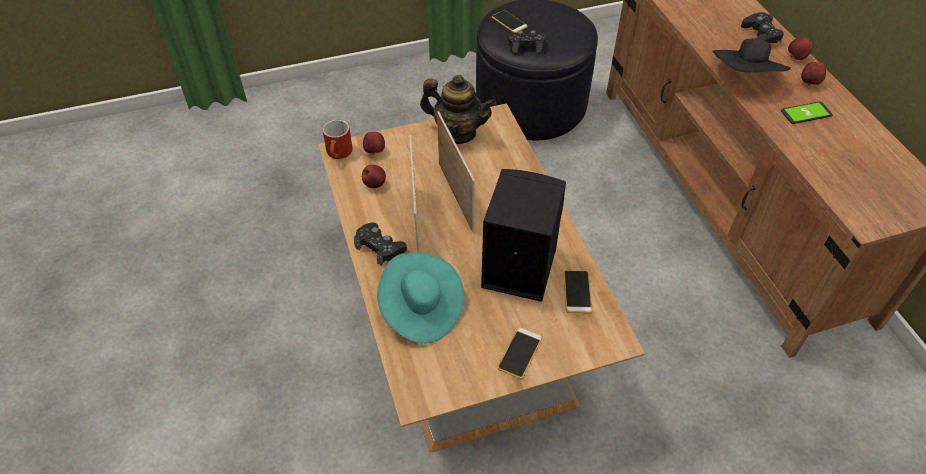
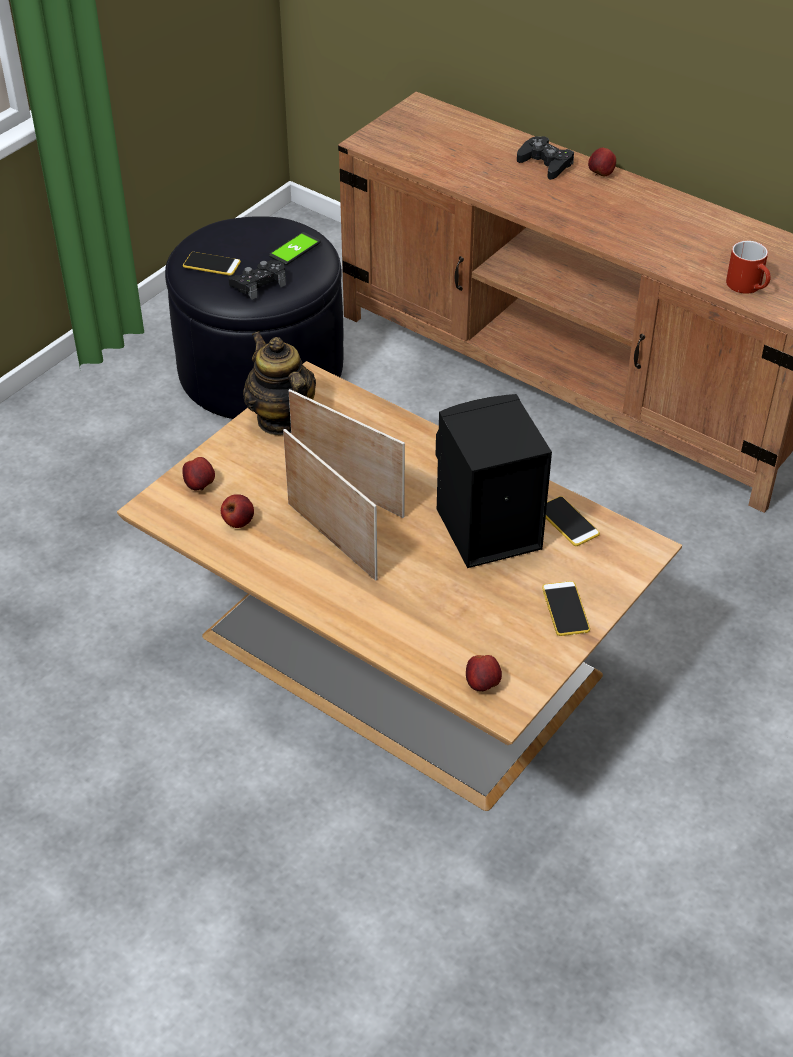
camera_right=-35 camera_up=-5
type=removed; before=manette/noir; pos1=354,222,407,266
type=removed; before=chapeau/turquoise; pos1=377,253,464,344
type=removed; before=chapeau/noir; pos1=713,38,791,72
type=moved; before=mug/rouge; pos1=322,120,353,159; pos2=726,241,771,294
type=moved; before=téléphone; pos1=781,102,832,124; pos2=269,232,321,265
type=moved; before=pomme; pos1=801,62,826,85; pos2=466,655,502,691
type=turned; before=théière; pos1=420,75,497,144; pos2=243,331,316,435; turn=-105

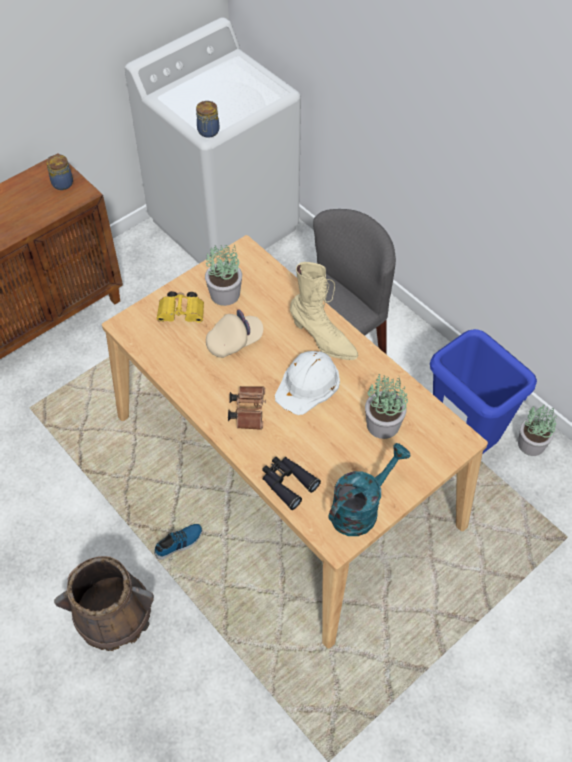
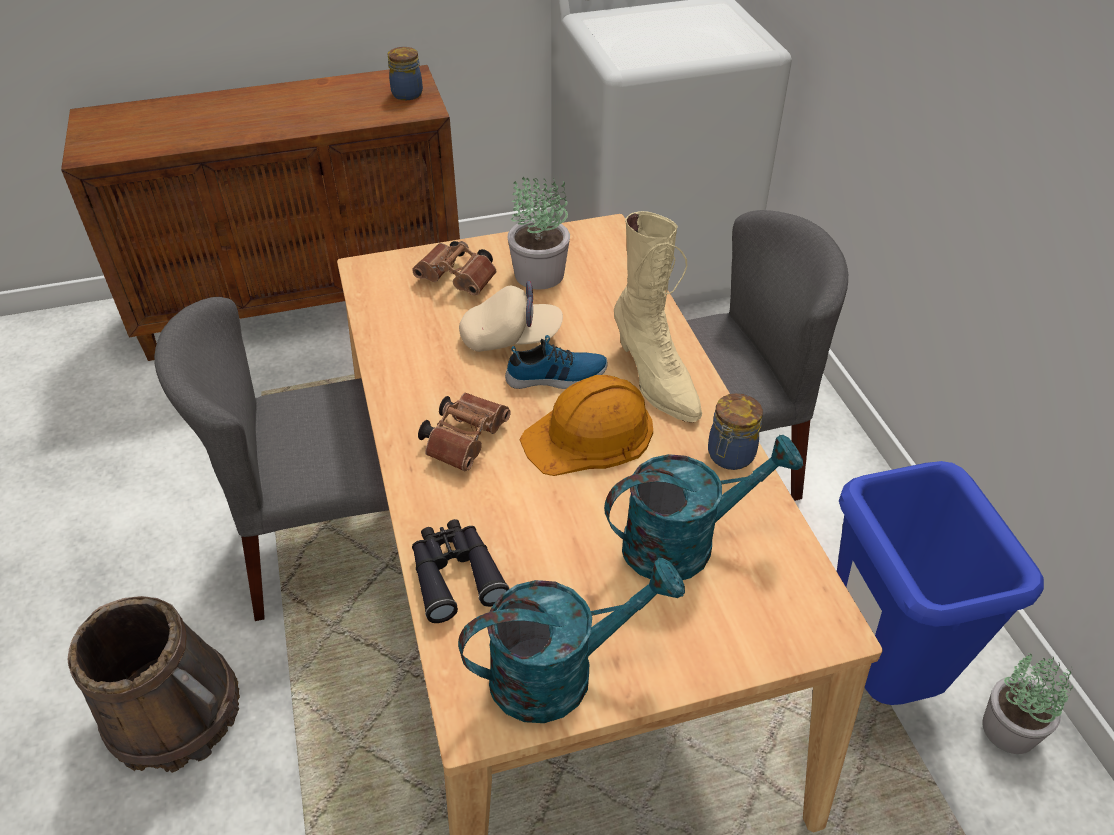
camera_right=25 camera_up=-10
type=added; after=chaise/gris; pos2=154,297,389,621
type=moved; before=chaussure; pos1=154,524,202,559; pos2=505,335,608,389
type=moved; before=bocal; pos1=196,101,219,138; pos2=708,393,763,470
type=replaced; before=plante en pot; after=arrosoir/turquoise; pos1=365,374,408,439; pos2=604,434,803,580
type=recoloured; before=jumelles/jaune; after=jumelles/marron; pos1=156,291,204,323; pos2=413,241,496,296
type=recoloured; before=casque de chantier/blanc; after=casque de chantier/orange; pos1=275,351,340,415; pos2=520,375,653,476

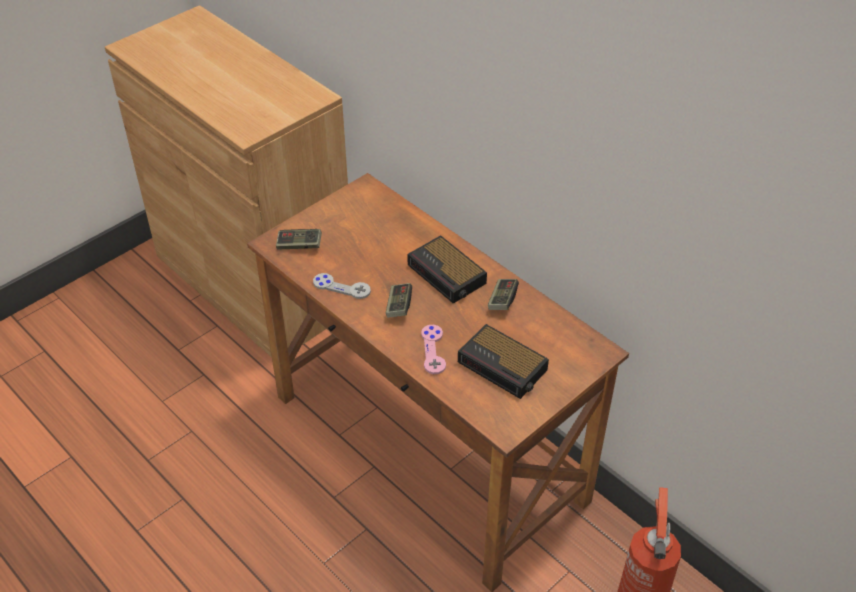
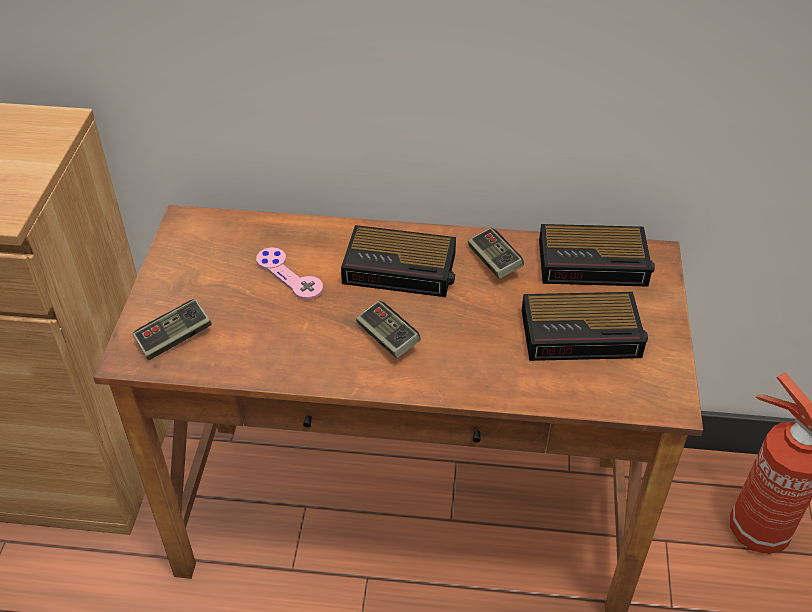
camera_right=-40 camera_up=0
type=removed; before=manette/gris; pos1=313,273,371,299
type=added; after=réveil; pos2=539,224,655,287
type=moved; before=manette/rose; pos1=421,325,446,374; pos2=256,247,323,300

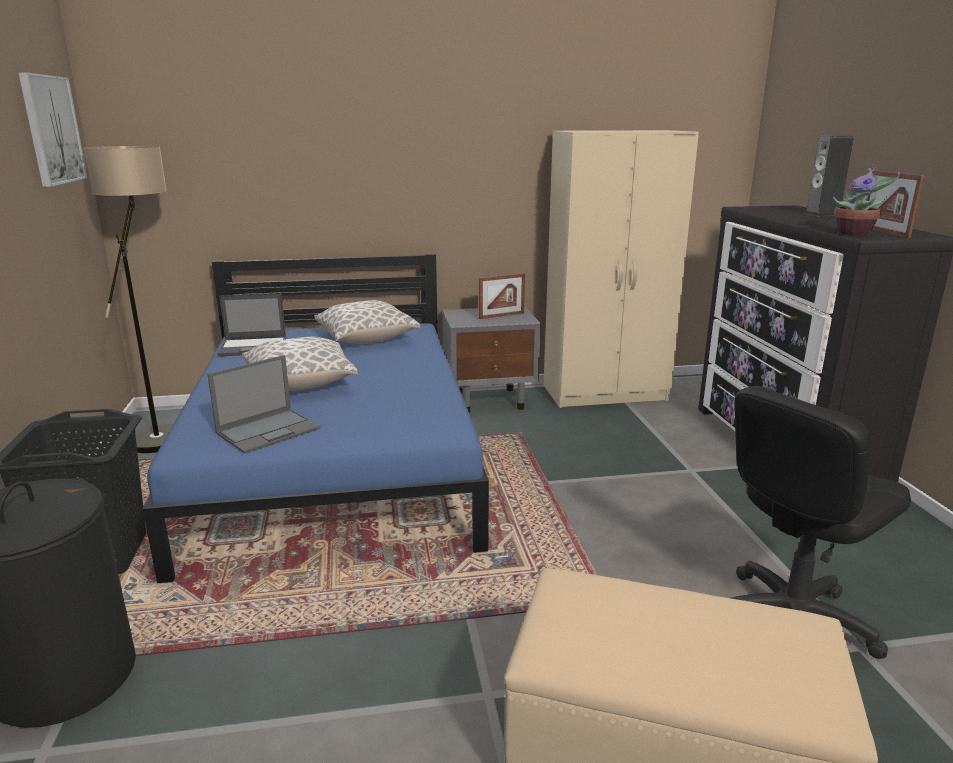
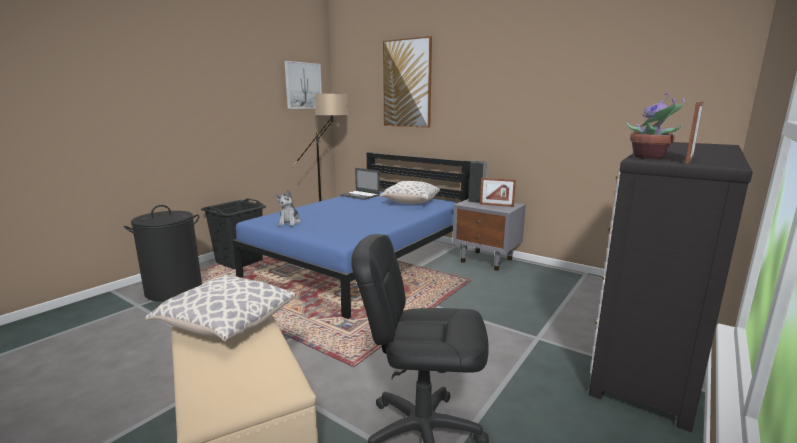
camera_right=45 camera_up=-5
type=removed; before=armoire/beige; pos1=544,130,699,408
type=added; after=tableau; pos2=383,36,432,128
type=moved; before=coussin; pos1=242,336,358,391; pos2=145,275,295,341
type=moved; before=enceinte; pos1=804,136,854,216; pos2=467,161,487,203
type=replaced; before=ordinateur portable; after=peluche; pos1=208,355,321,454; pos2=275,190,301,226

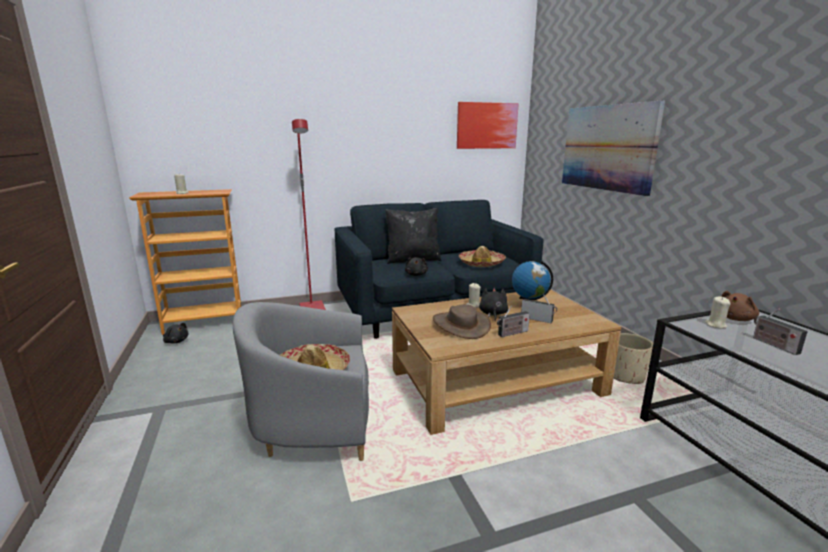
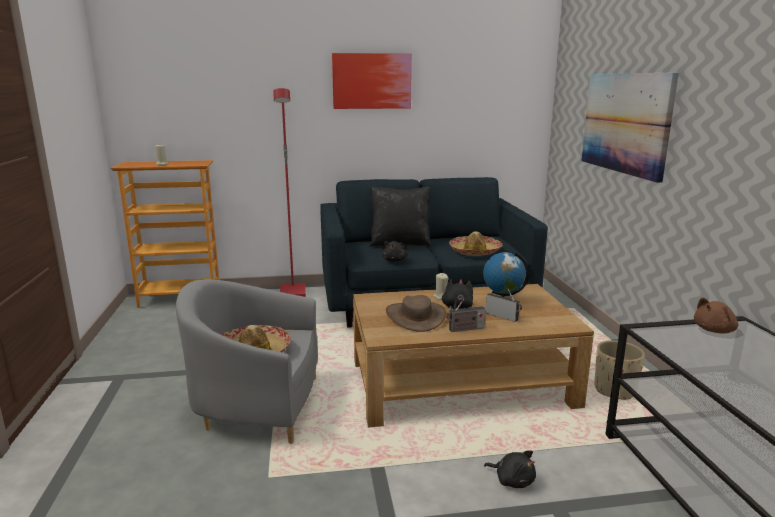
camera_right=10 camera_up=0
type=removed; before=bougie/beige; pos1=705,296,731,328
type=removed; before=radio; pos1=753,309,808,355
type=moved; before=peluche/noir; pos1=163,323,189,343; pos2=484,450,536,488
type=moved; before=tableau; pos1=457,102,519,149; pos2=332,53,412,109

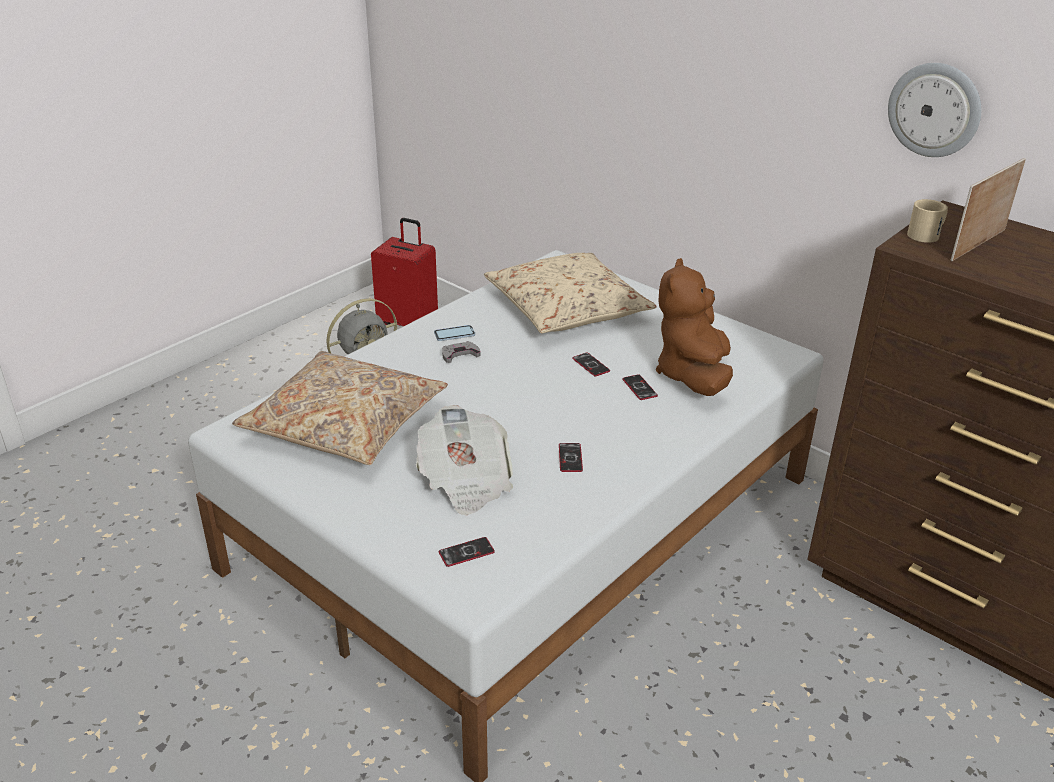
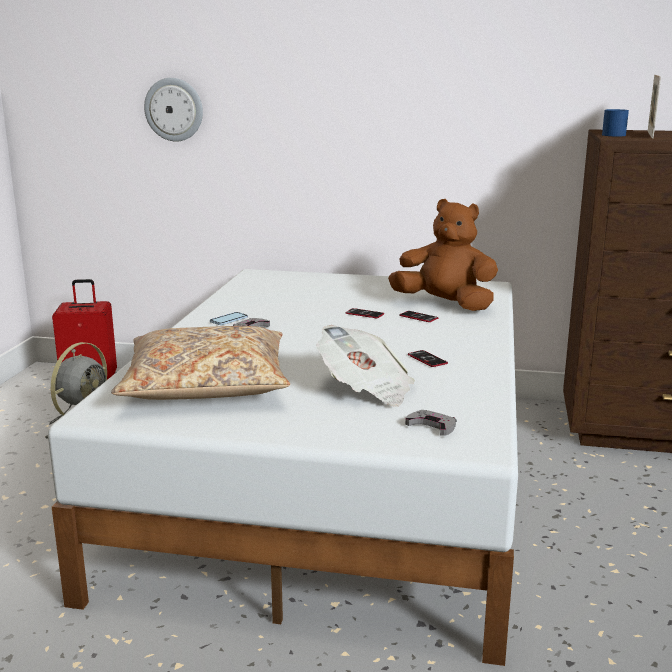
camera_right=-30 camera_up=-15
type=removed; before=coussin/beige; pos1=484,253,657,333
type=moved; before=horloge murale; pos1=888,63,981,157; pos2=144,78,203,142
type=replaced; before=téléphone; after=manette/gris; pos1=439,537,495,567; pos2=405,410,457,436
type=recoloured; before=mug/beige; after=mug/bleu; pos1=907,199,948,243; pos2=602,109,629,136
type=turned; before=peluche/marron; pos1=656,258,733,396; pos2=388,199,498,311; turn=135

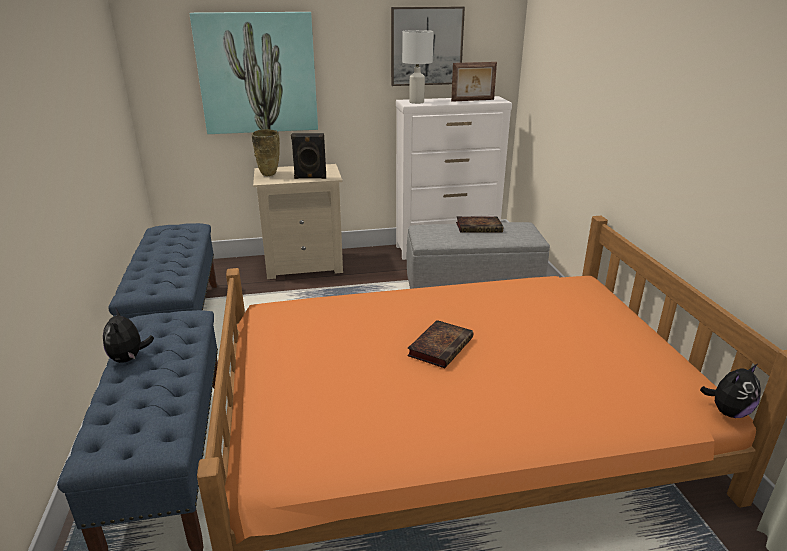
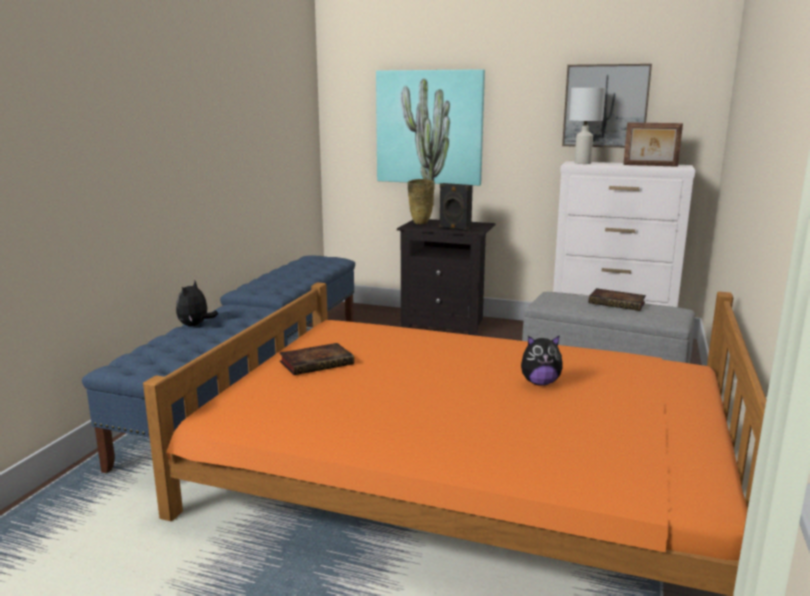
camera_right=30 camera_up=-10
type=moved; before=livre; pos1=407,320,473,368; pos2=279,343,354,375
type=moved; before=peluche; pos1=700,364,761,418; pos2=521,335,563,386
type=recoloured; before=table de chevet/beige; after=table de chevet/noir; pos1=253,164,343,279; pos2=397,219,495,336

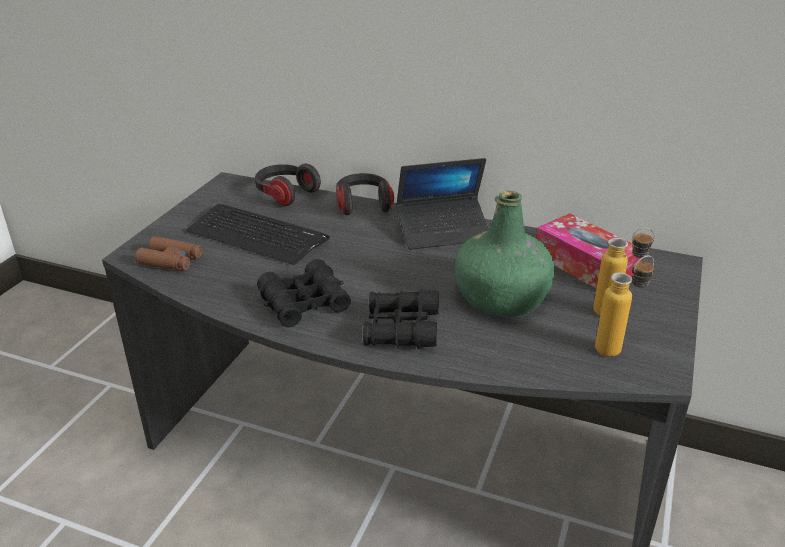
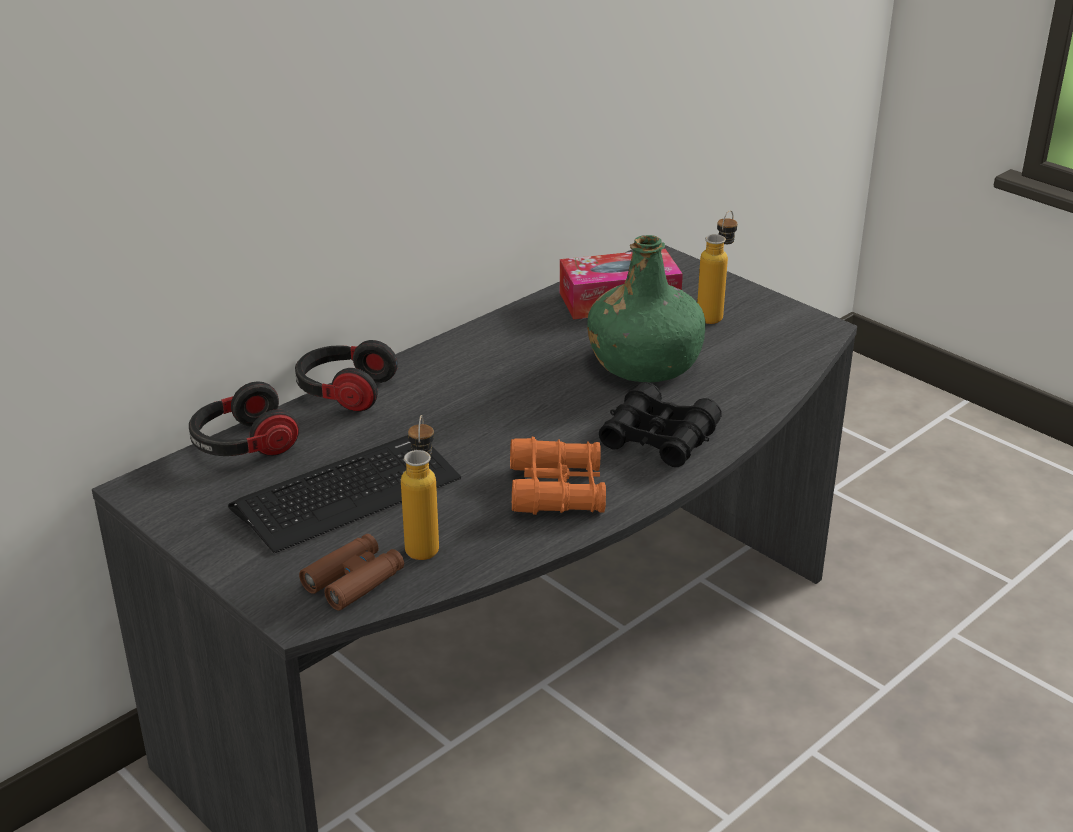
camera_right=-65 camera_up=0
type=removed; before=ordinateur portable; pos1=396,158,489,250
type=moved; before=bouteille; pos1=595,255,654,357; pos2=401,415,439,560
type=recoloured; before=jumelles/noir; after=jumelles/orange; pos1=257,259,351,327; pos2=510,437,606,515

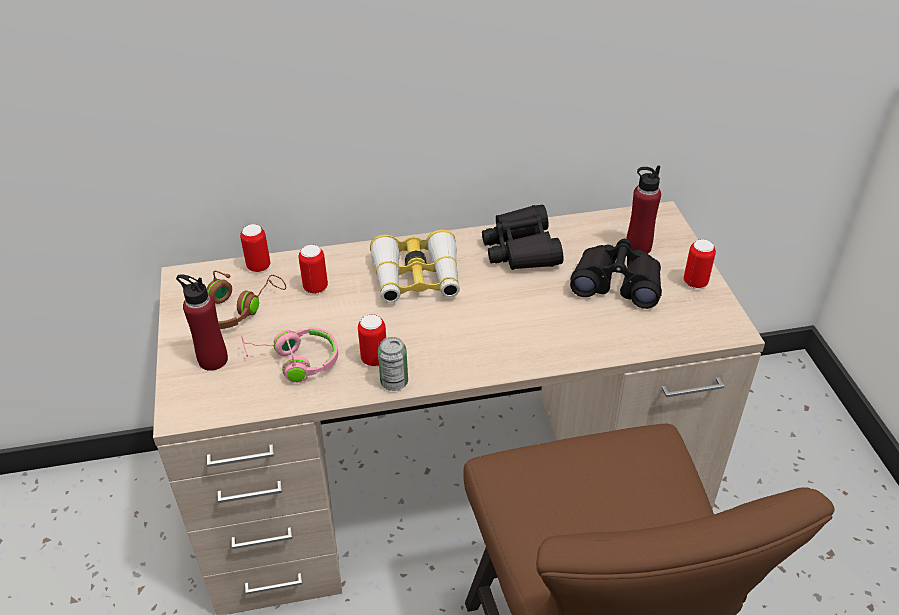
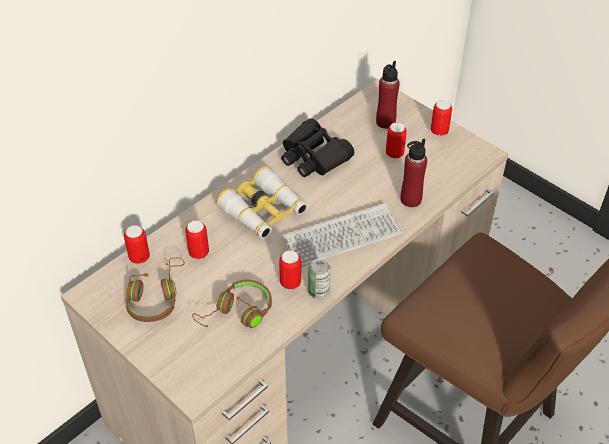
camera_right=-35 camera_up=5
type=added; after=clavier; pos2=281,203,403,267
type=moved; before=bouteille/rouge; pos1=176,274,228,371; pos2=400,139,427,207
type=replaced; before=jumelles/noir; after=boîte métallique; pos1=570,239,662,309; pos2=386,122,407,159
type=recoloured; before=casque audio/rose; after=casque audio/marron; pos1=242,327,338,383; pos2=192,280,272,328

